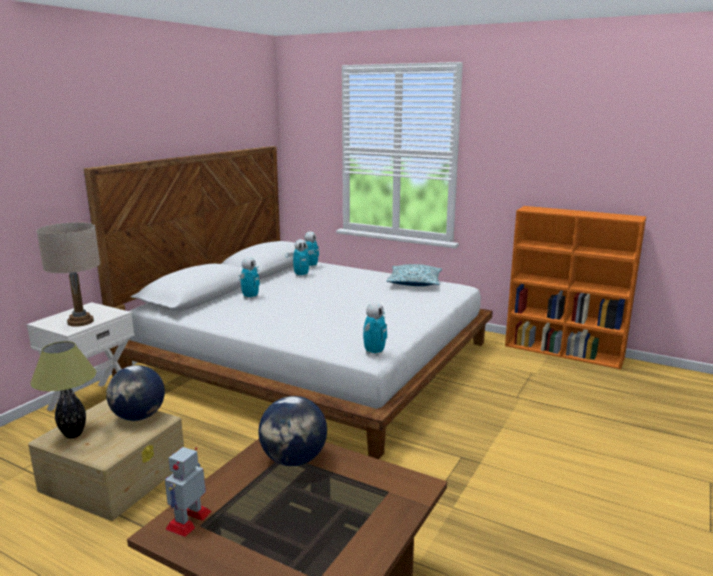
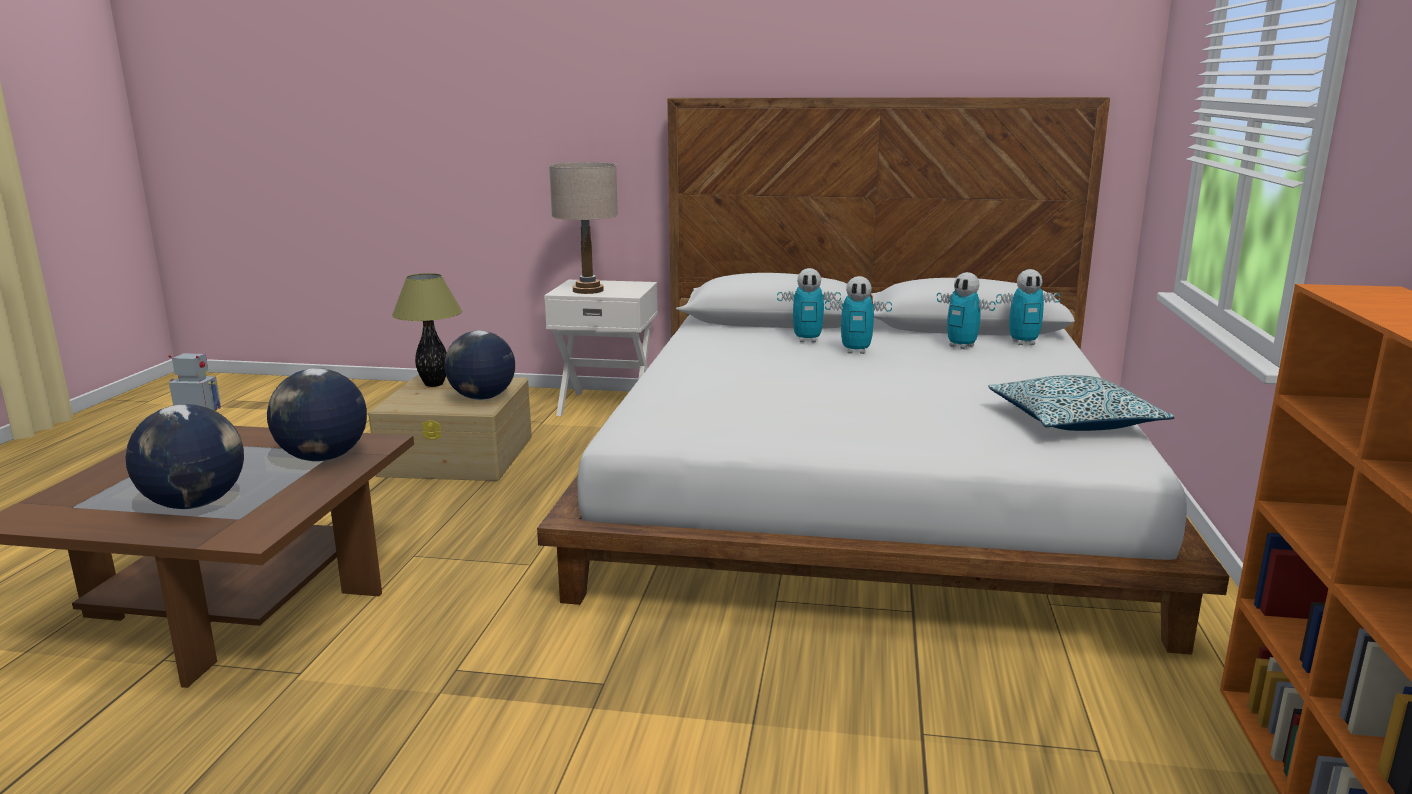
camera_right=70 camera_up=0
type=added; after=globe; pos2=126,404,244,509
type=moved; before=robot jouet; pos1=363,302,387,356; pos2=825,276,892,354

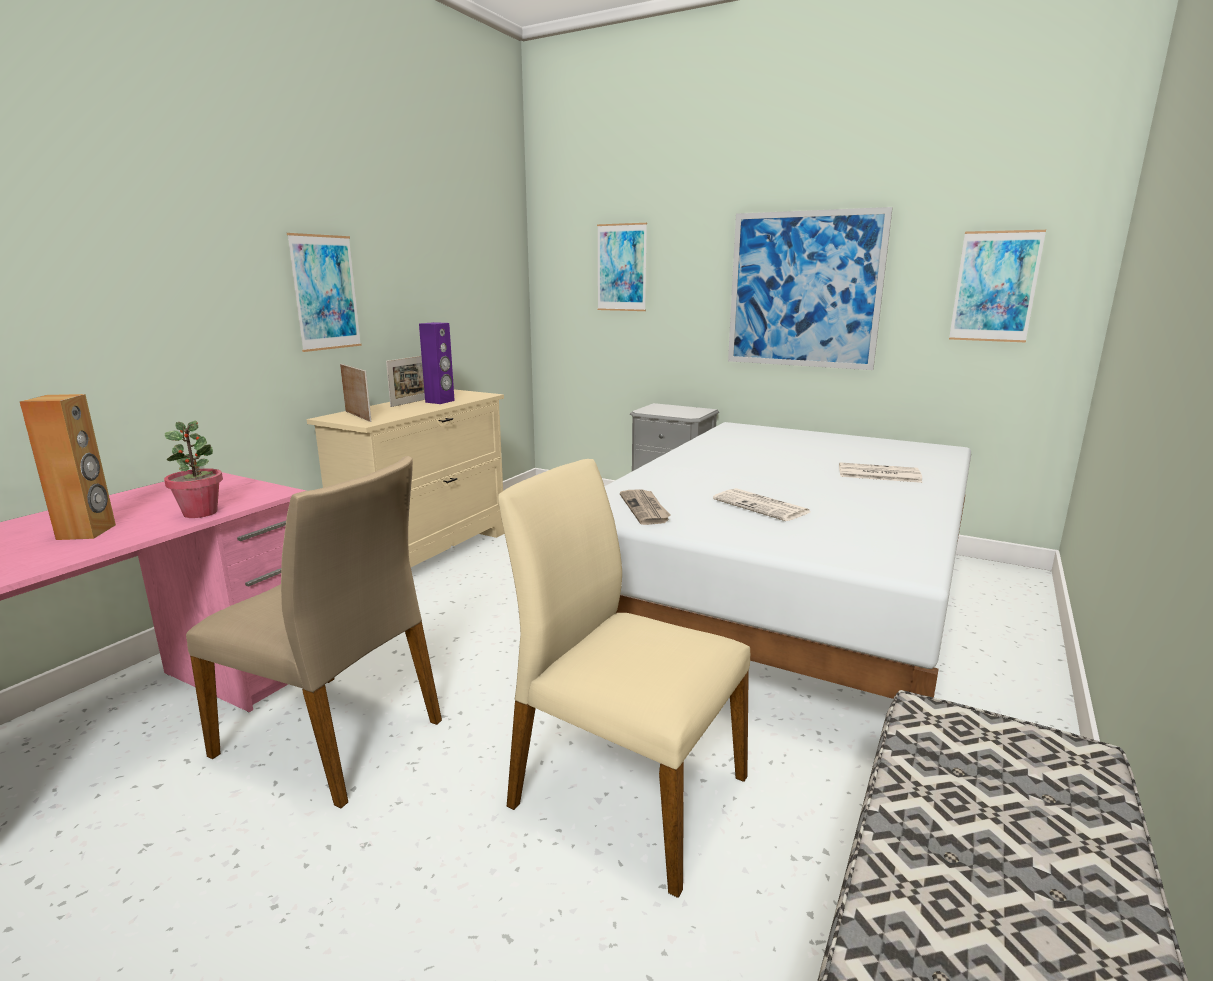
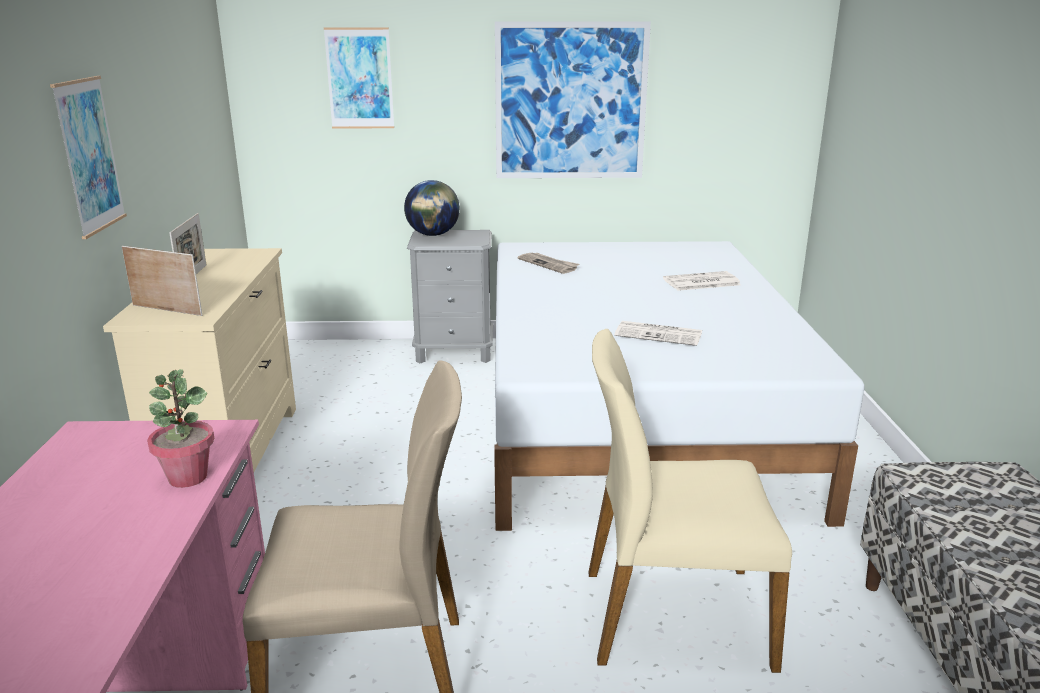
camera_right=-30 camera_up=5
type=removed; before=enceinte/marron; pos1=20,394,116,540
type=removed; before=enceinte/violet; pos1=419,322,455,404
type=removed; before=tableau; pos1=949,230,1046,342
type=added; after=globe; pos2=404,180,460,236
type=moved; before=journal; pos1=620,489,671,525; pos2=517,253,579,274

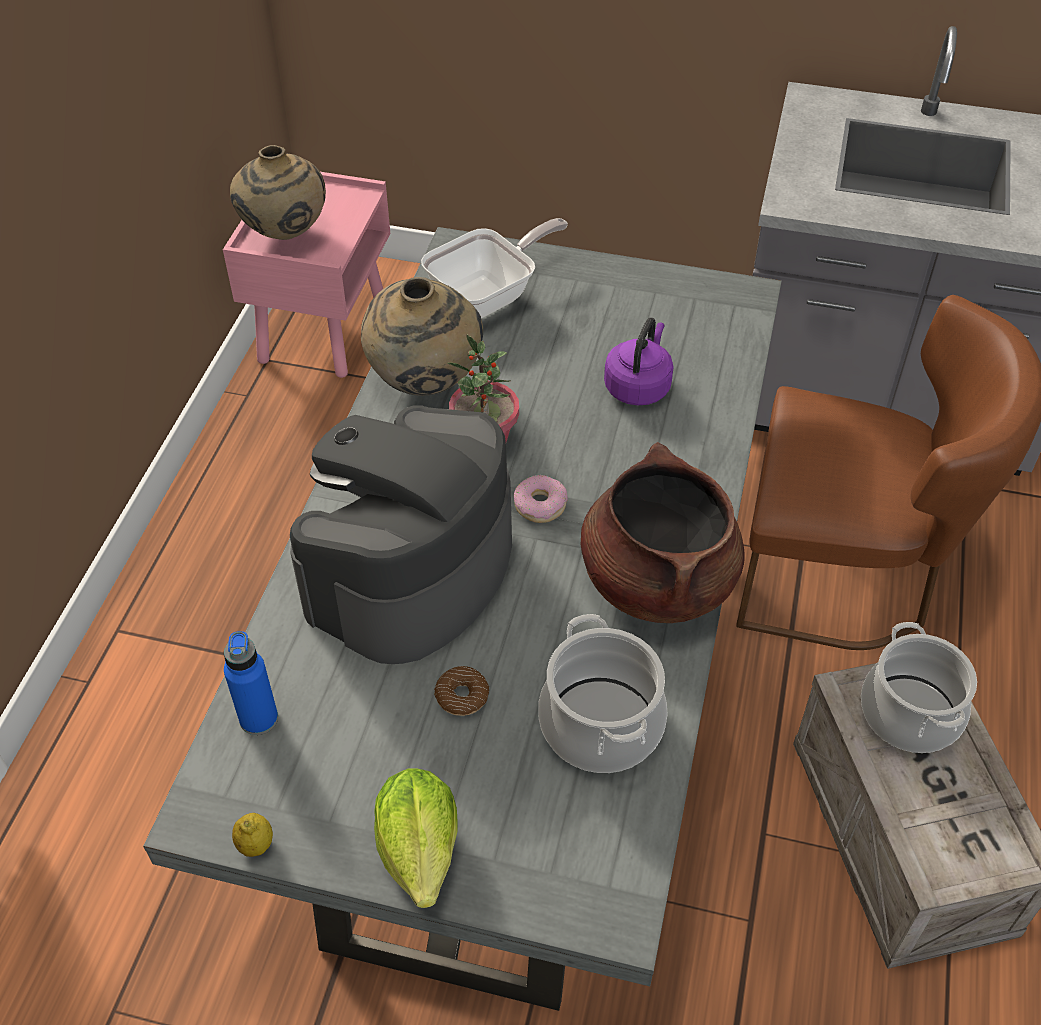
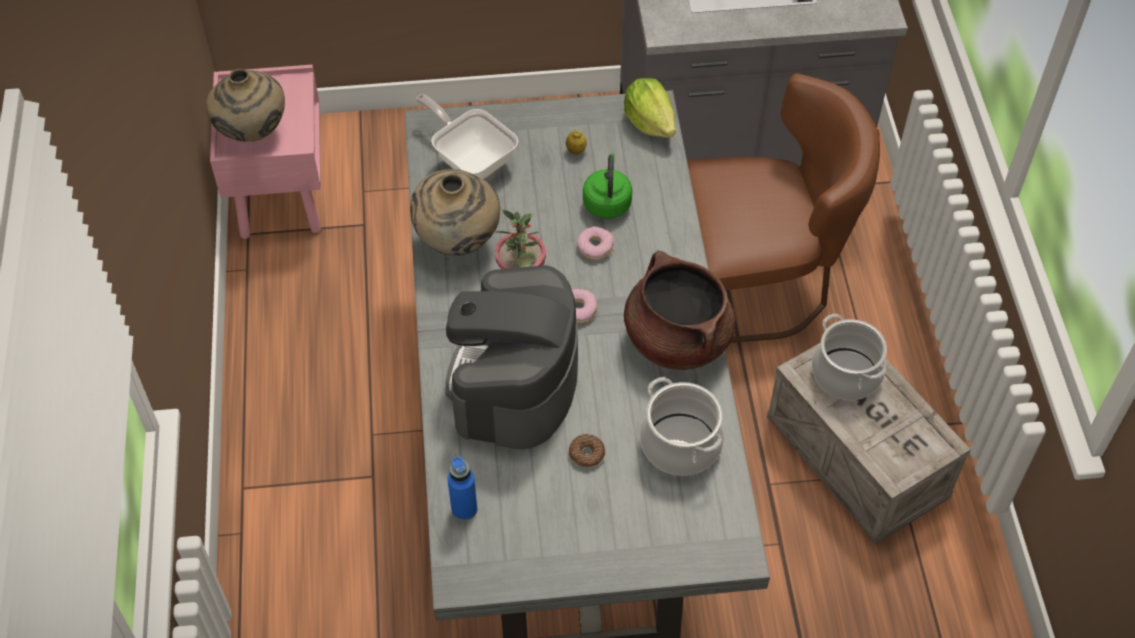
camera_right=-20 camera_up=5
type=added; after=beignet; pos2=577,226,614,260
type=moved; before=citron; pos1=232,813,273,857; pos2=566,130,587,154
type=moved; before=laitue; pos1=374,768,457,908; pos2=624,78,676,138
type=recoloured; before=bouilloire/violet; after=bouilloire/vert; pos1=604,318,674,405; pos2=583,153,632,219
type=turned; before=poêle; pos1=421,218,568,318; pos2=416,94,518,179; turn=-75

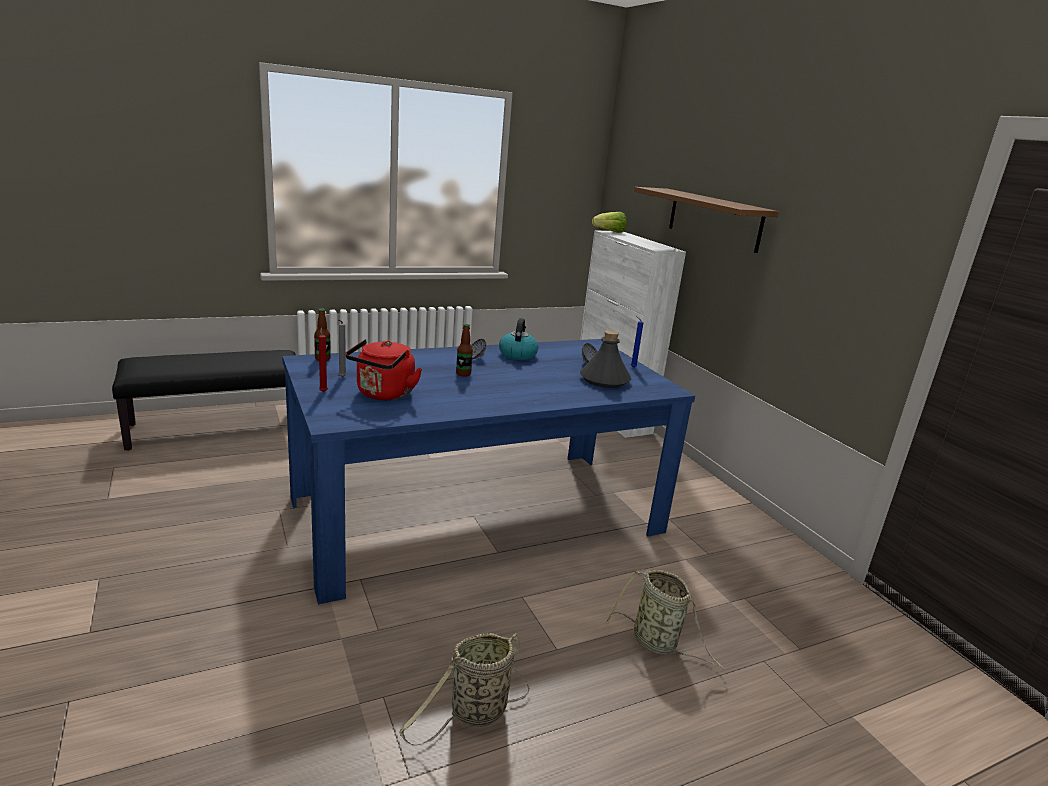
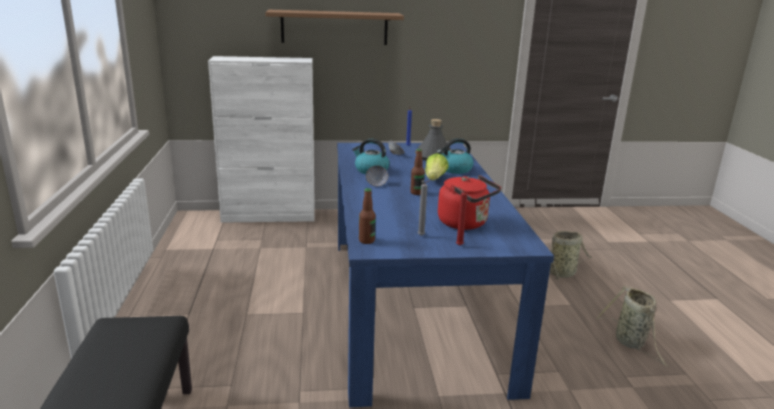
camera_right=-70 camera_up=0
type=added; after=bouilloire; pos2=436,138,473,174
type=moved; before=laitue; pos1=592,212,627,233; pos2=425,153,449,180

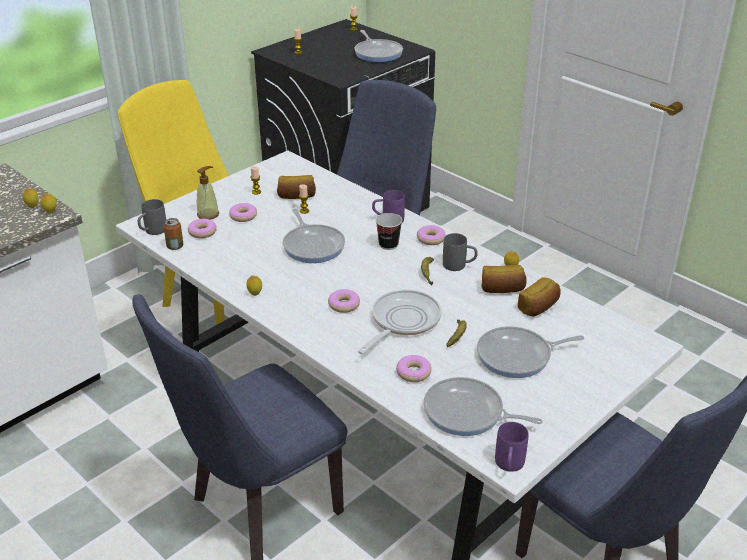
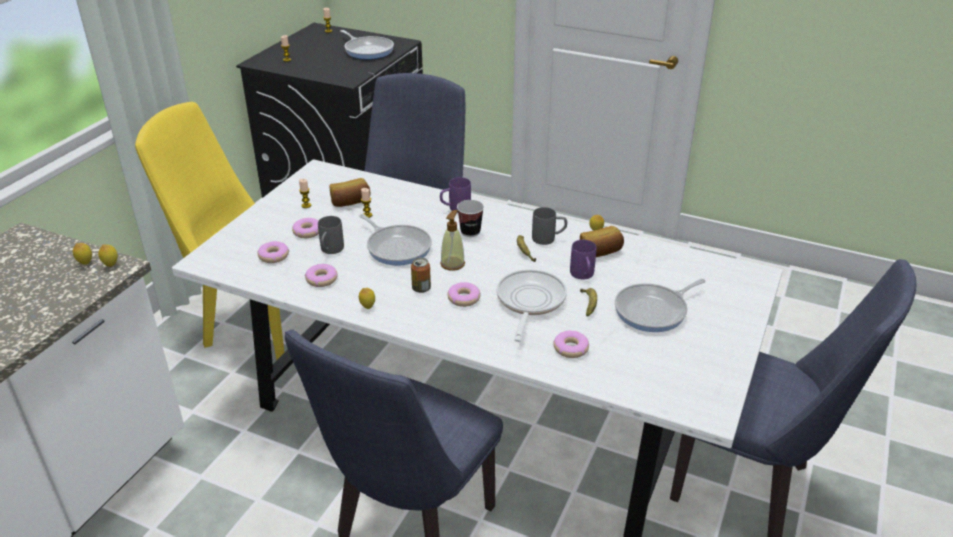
camera_right=-20 camera_up=0
type=removed; before=poêle; pos1=424,377,543,436
type=removed; before=pain; pos1=518,277,561,316
type=moved; before=mug/gris; pos1=138,199,166,235; pos2=318,216,344,254
type=moved; before=boîte métallique; pos1=164,218,183,250; pos2=411,258,431,293
type=moved; before=distributeur de savon; pos1=197,166,219,220; pos2=440,210,465,271
type=moved; before=beignet; pos1=417,225,446,245; pos2=305,264,338,287
type=moved; before=mug/violet; pos1=495,422,528,472; pos2=570,240,596,279

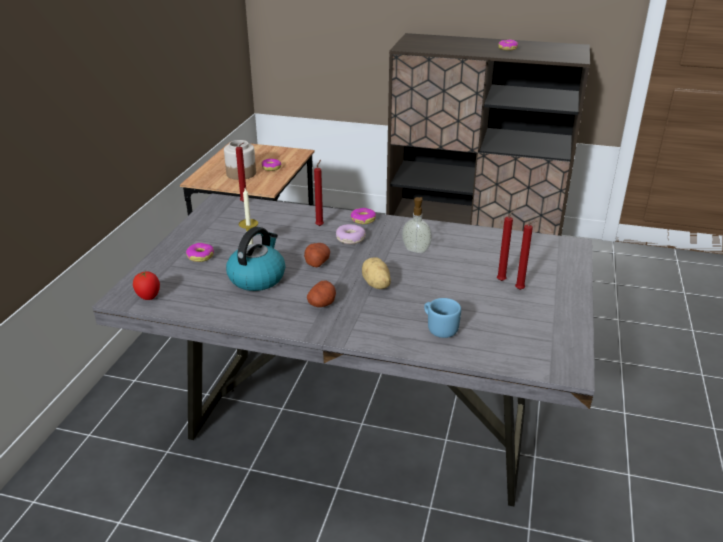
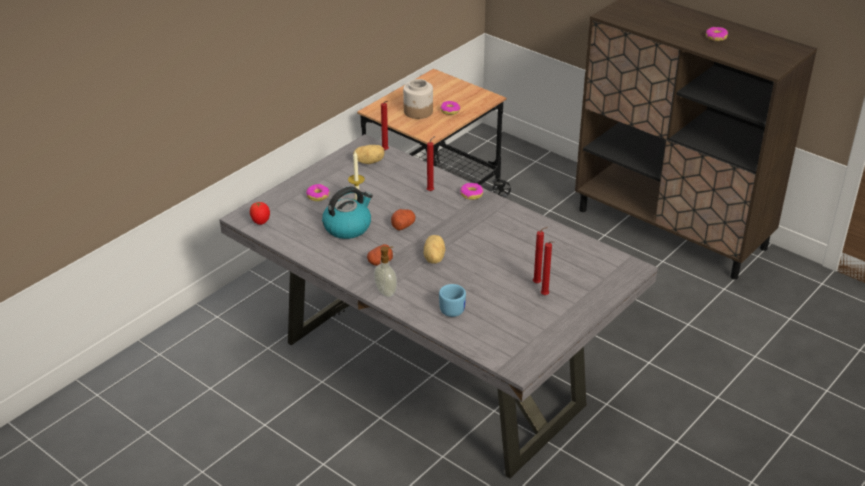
camera_right=25 camera_up=5
type=removed; before=beignet; pos1=336,224,366,244
type=added; after=pomme de terre; pos2=353,145,385,164
type=moved; before=distributeur de savon; pos1=402,197,432,253; pos2=374,246,397,297

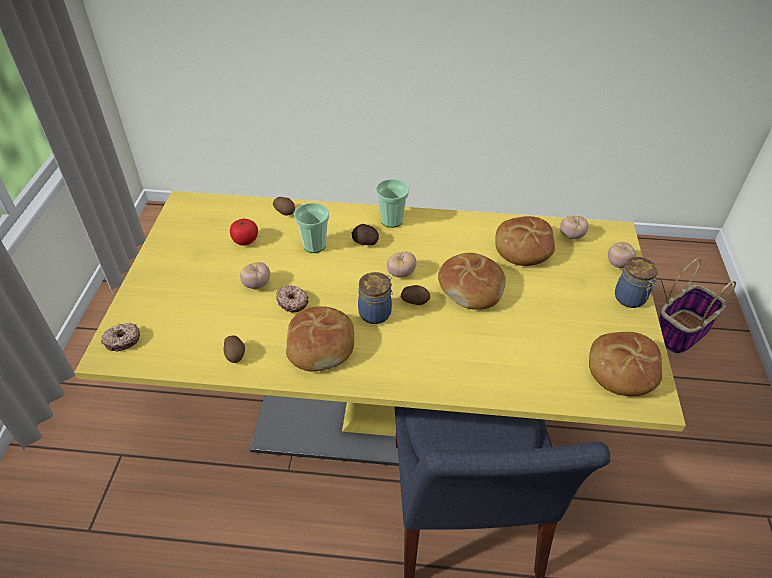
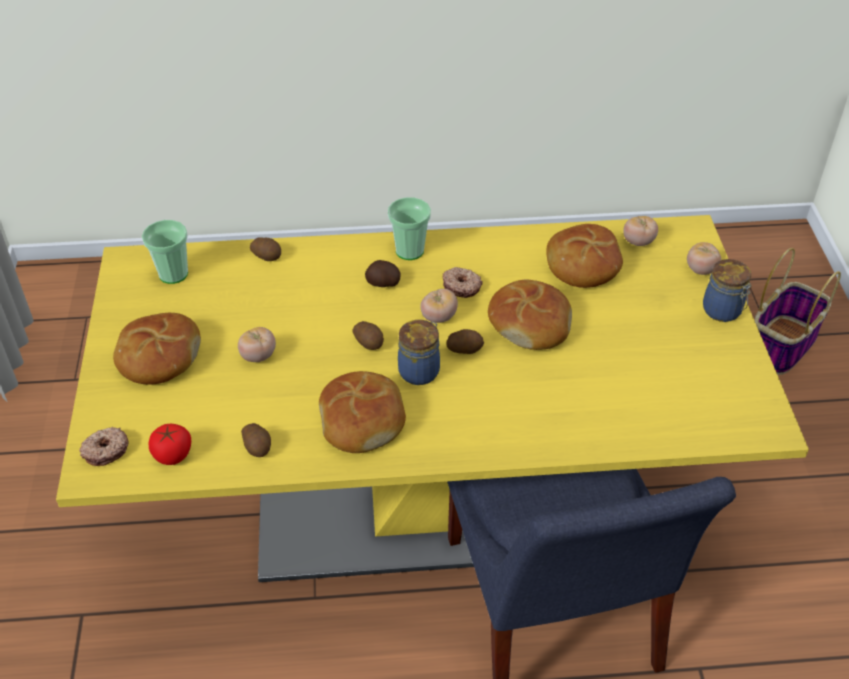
camera_right=-10 camera_up=0
type=added; after=pomme de terre; pos2=352,321,384,350
type=moved; before=tomate; pos1=230,219,258,246; pos2=149,424,191,465
type=moved; before=beignet; pos1=276,285,309,312; pos2=443,267,483,298
type=moved; before=tasse; pos1=294,203,329,253; pos2=142,220,188,284
type=moved; before=pain; pos1=589,332,662,396; pos2=113,313,201,385

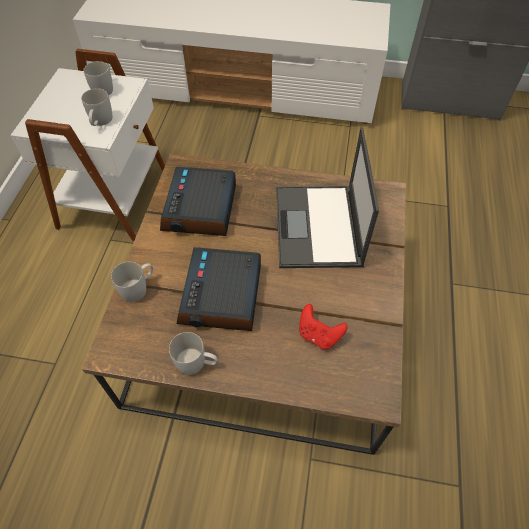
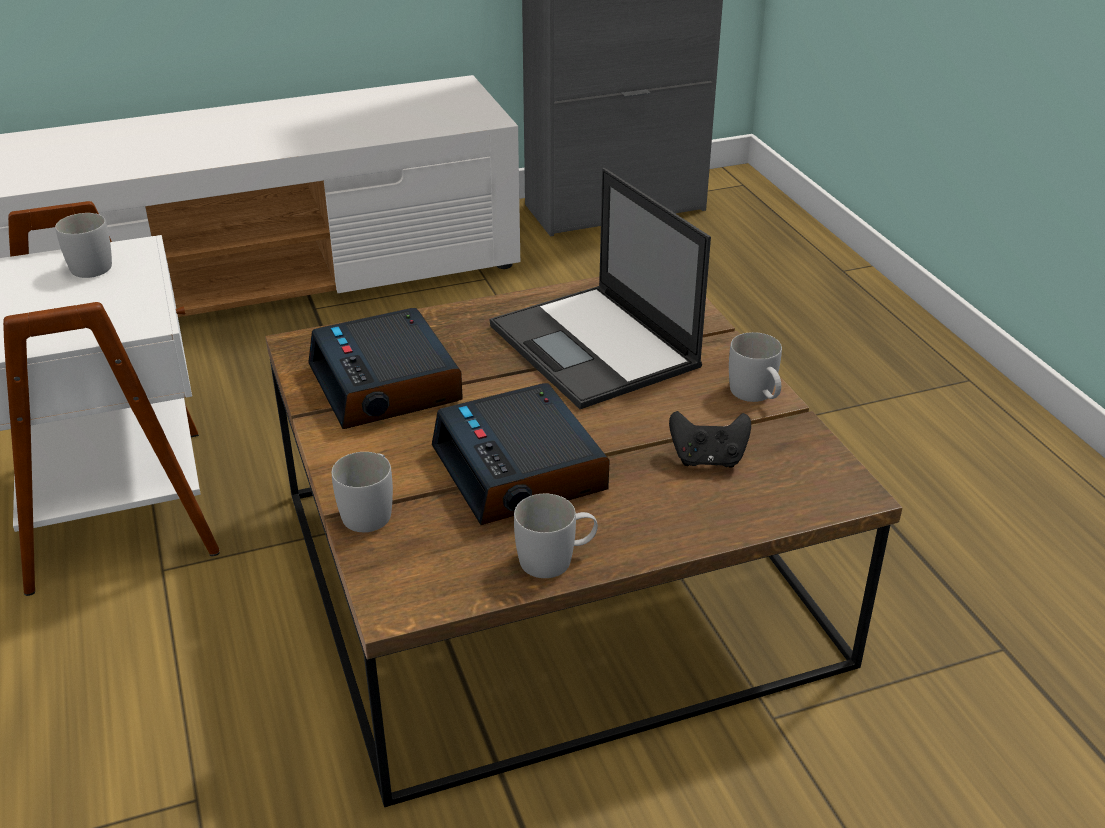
camera_right=-30 camera_up=-20
type=moved; before=mug/blanc; pos1=81,88,113,126; pos2=729,332,782,402
type=recoloured; before=manette/rouge; after=manette/noir; pos1=299,304,348,349; pos2=669,411,751,468

